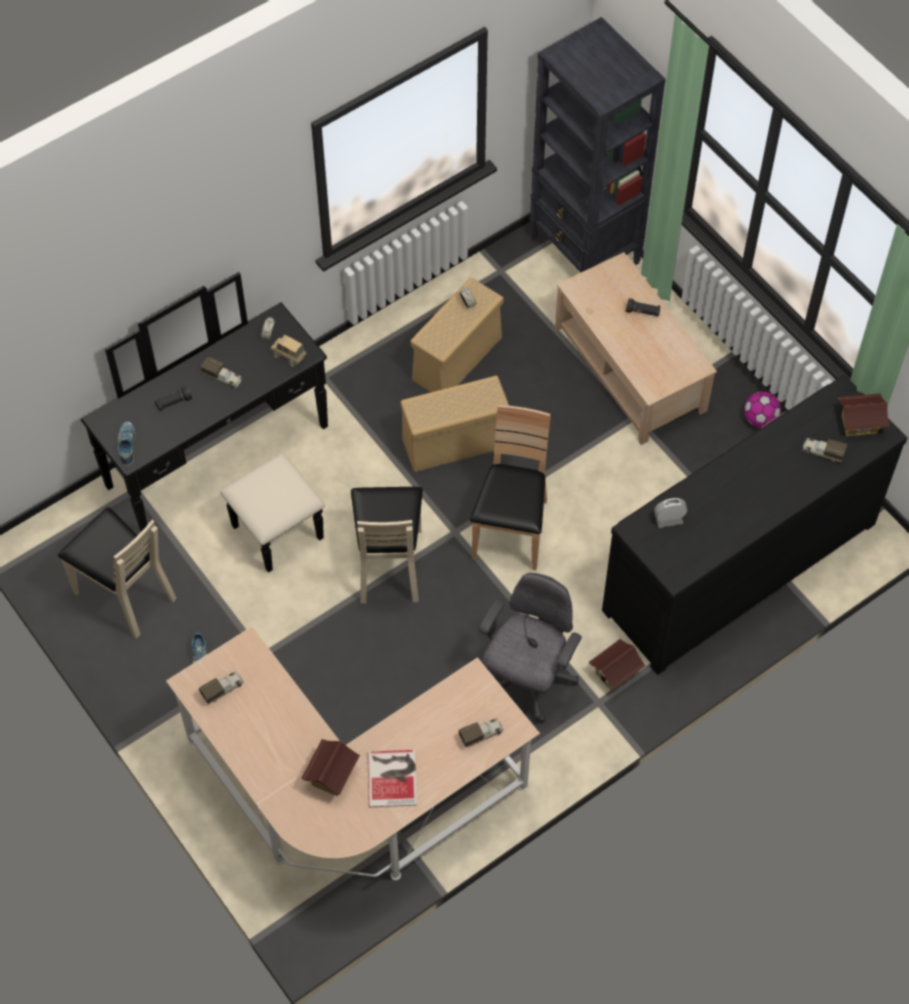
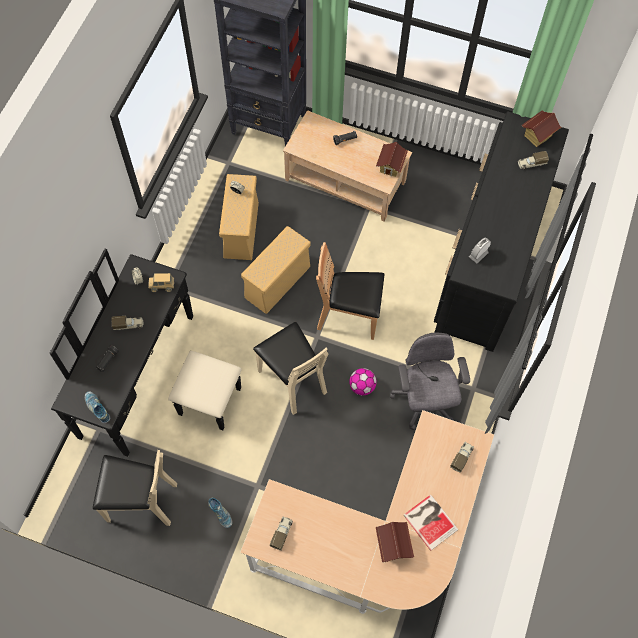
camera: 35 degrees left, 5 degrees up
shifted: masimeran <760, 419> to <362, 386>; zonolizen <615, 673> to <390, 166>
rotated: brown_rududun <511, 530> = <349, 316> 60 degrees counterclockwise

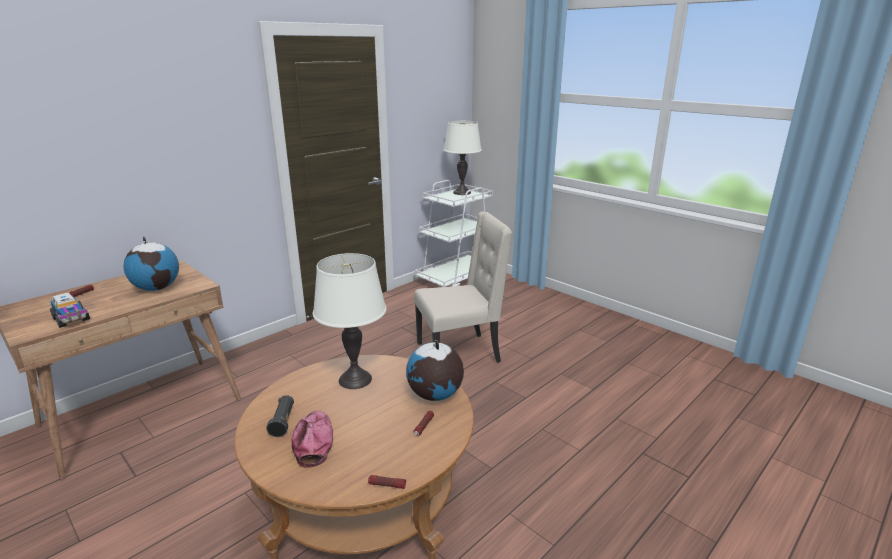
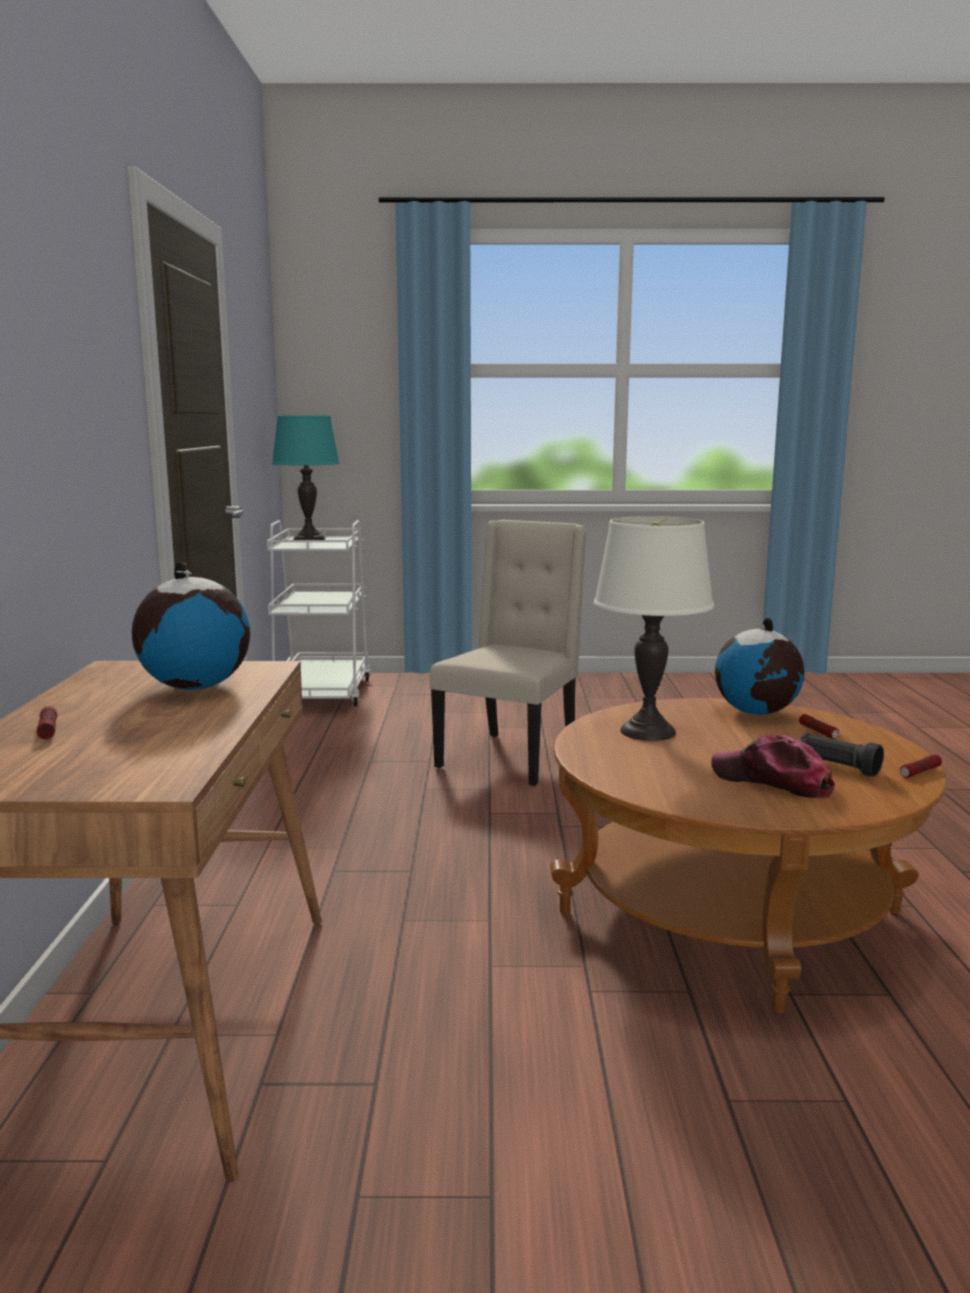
camera: 45 degrees left, 10 degrees down
gone: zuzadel <71, 319>
shifted: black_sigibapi <283, 422> to <837, 767>
repainted: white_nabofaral <462, 193> to turquoise_nabofaral <309, 539>

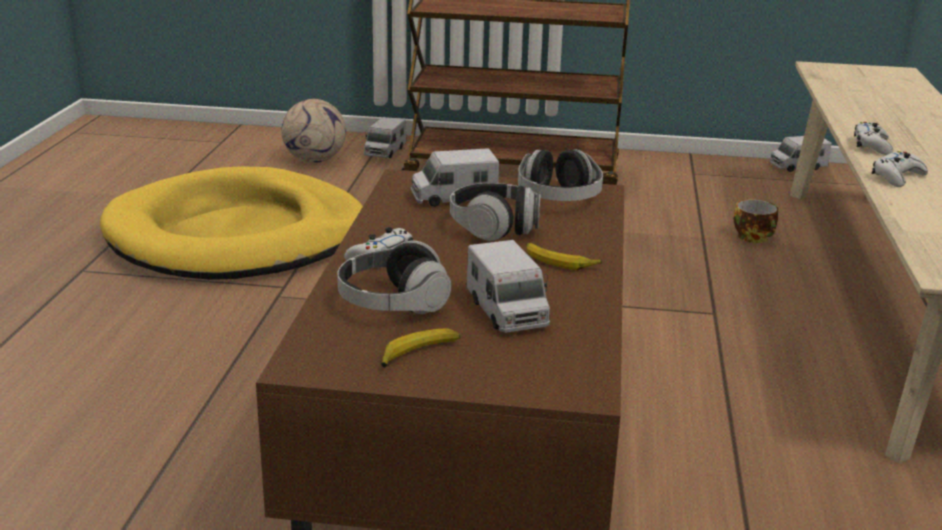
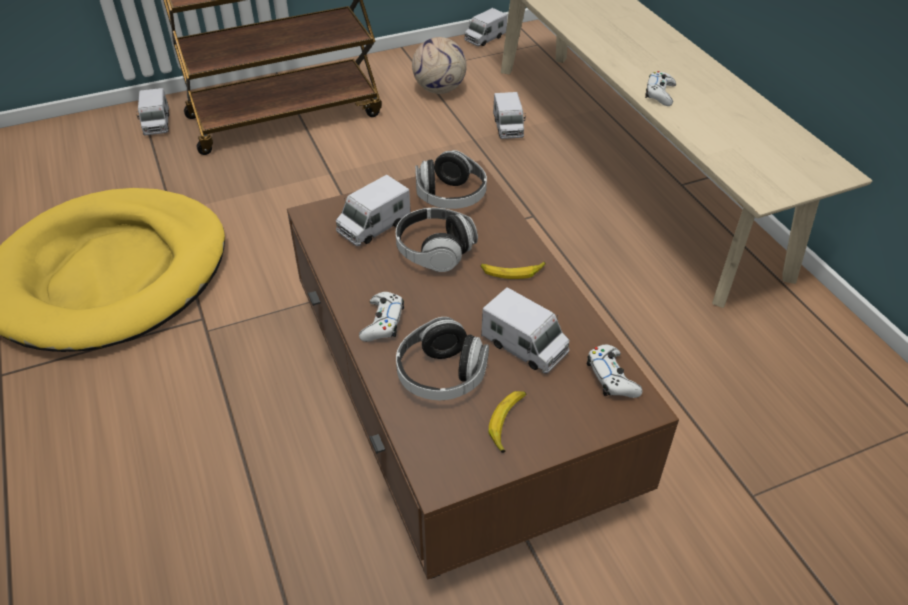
camera: 30 degrees left, 20 degrees up
shifted: masimeran <315, 160> to <440, 89>; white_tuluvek <871, 146> to <612, 378>
swapped: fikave <755, 238> to zuzadel <508, 127>

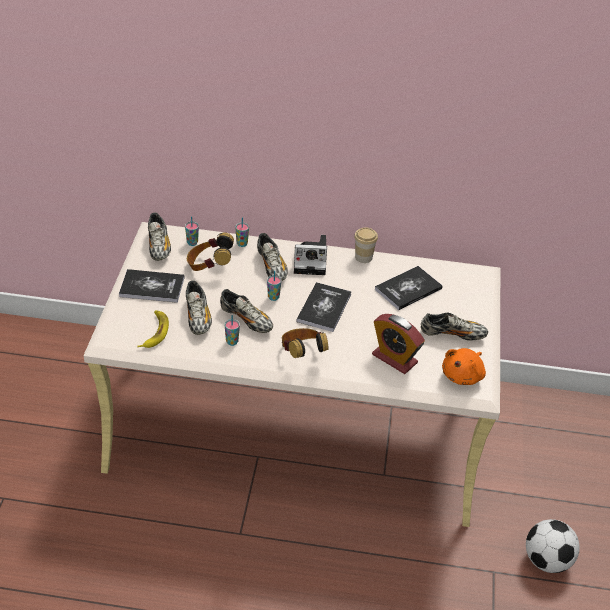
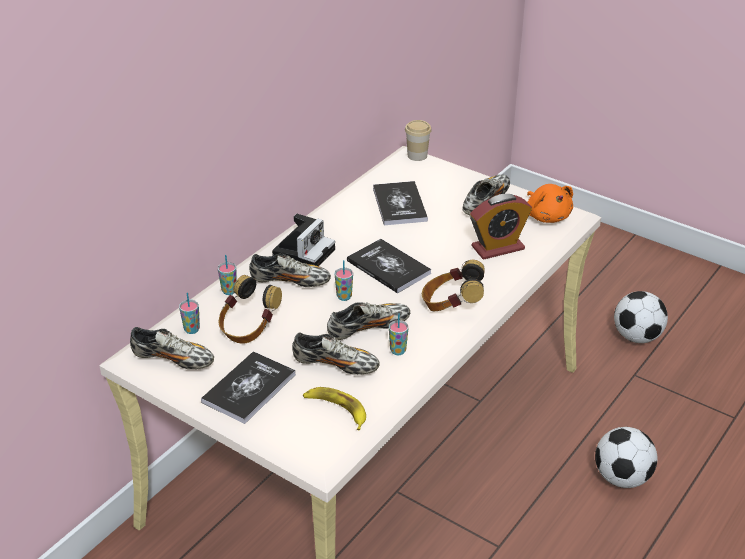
camera: 60 degrees left, 5 degrees down
new: masimeran <622, 478>
shifted: fikave <363, 257> to <417, 155>

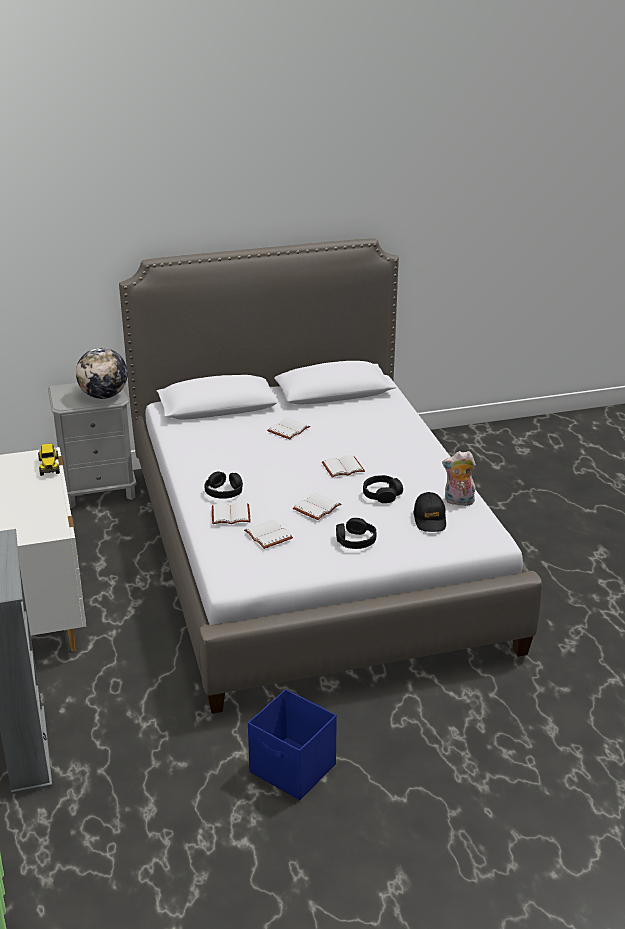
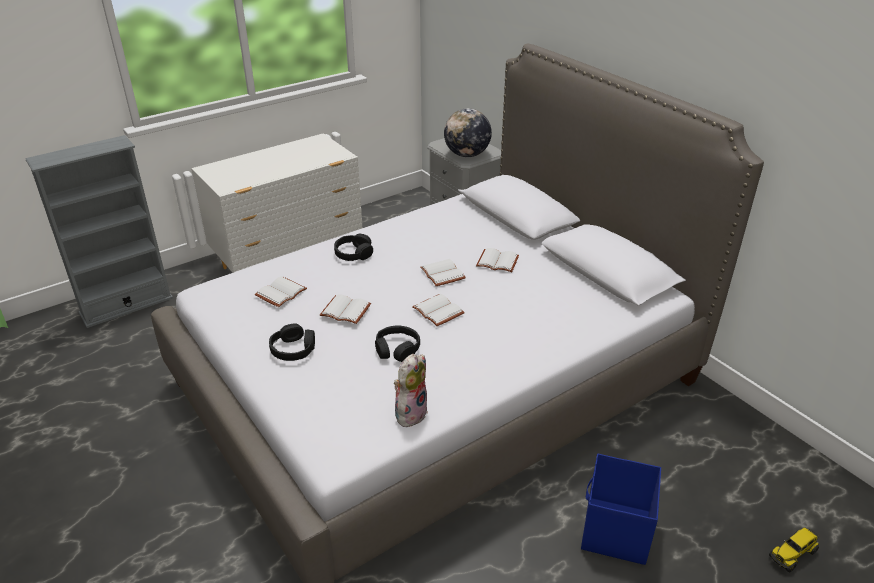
camera: 70 degrees right, 5 degrees up
gone: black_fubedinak <430, 519>
shifted: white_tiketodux <231, 514> to <444, 274>; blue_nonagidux <293, 769> to <615, 531>; zuzadel <49, 466> to <792, 554>
rotated: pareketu <458, 502> = <410, 412> 45 degrees clockwise

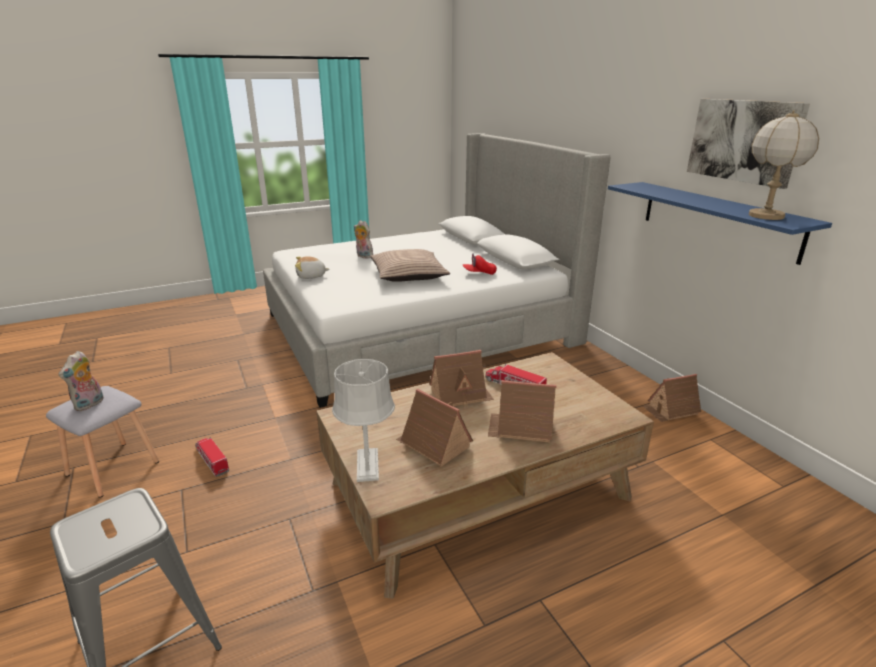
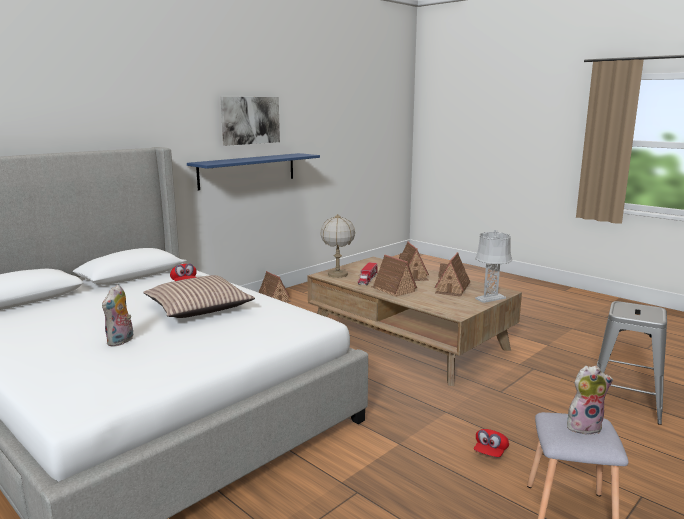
camera: 110 degrees left, 10 degrees down
gone: pareketu <311, 276>
shifted: nabofaral <765, 216> to <337, 274>
swapped: zuzadel <212, 460> to red_fubedinak <490, 452>

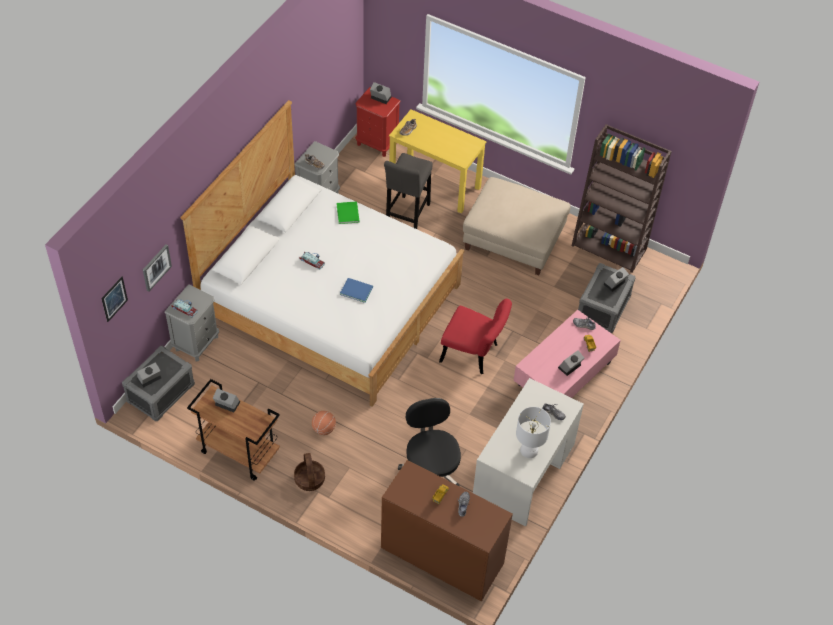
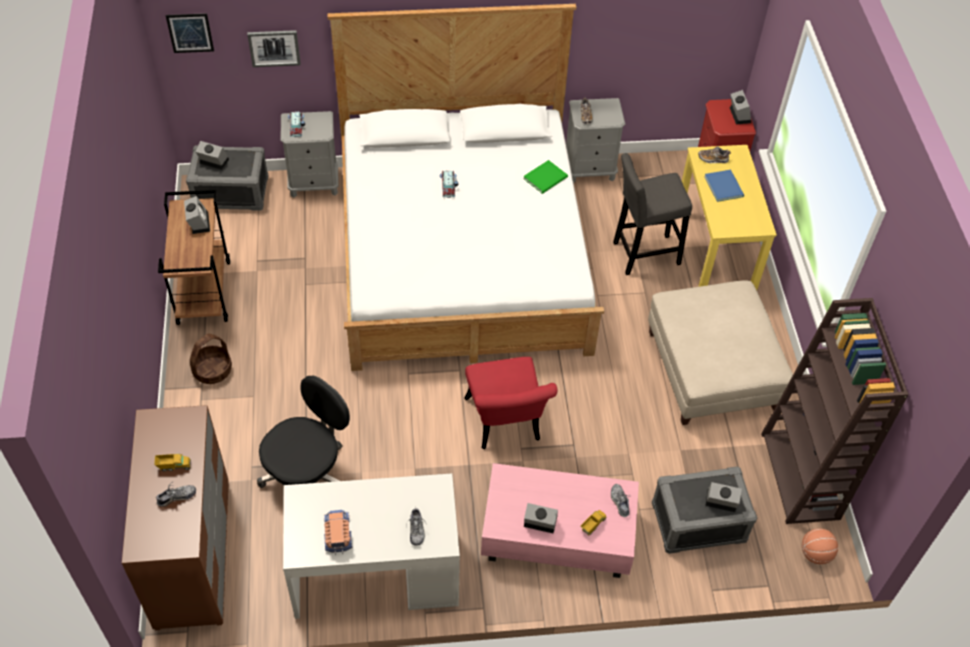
camera: 55 degrees right, 0 degrees up
shifted: blue_tiketodux <356, 290> to <724, 185>; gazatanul <324, 429> to <815, 554>
swapped: white_nabofaral <529, 451> to zuzadel <337, 533>

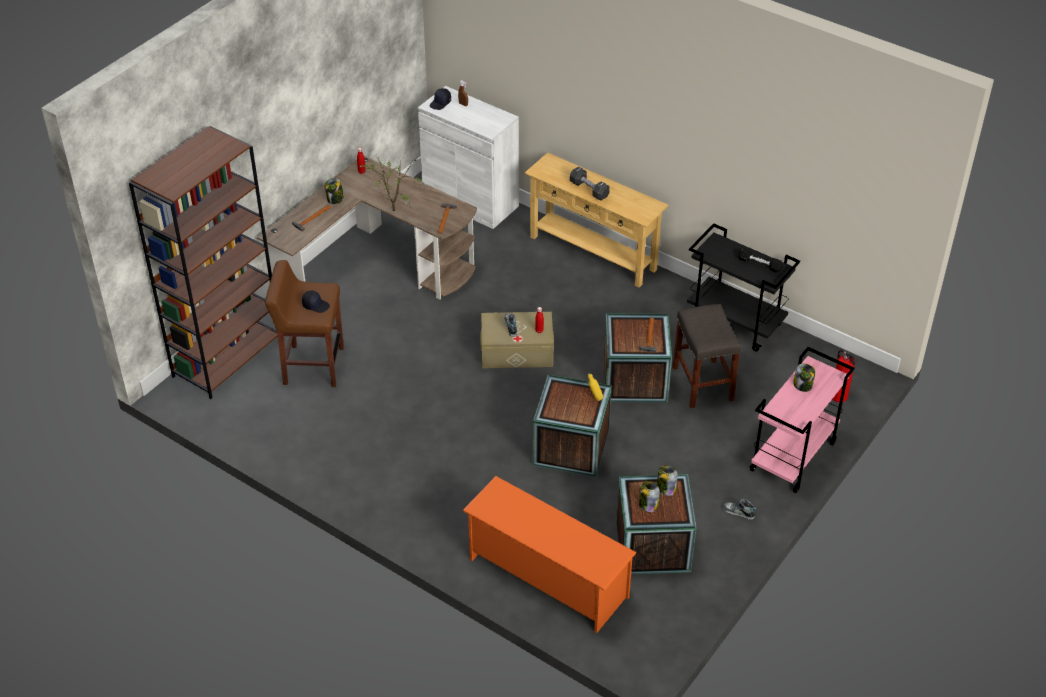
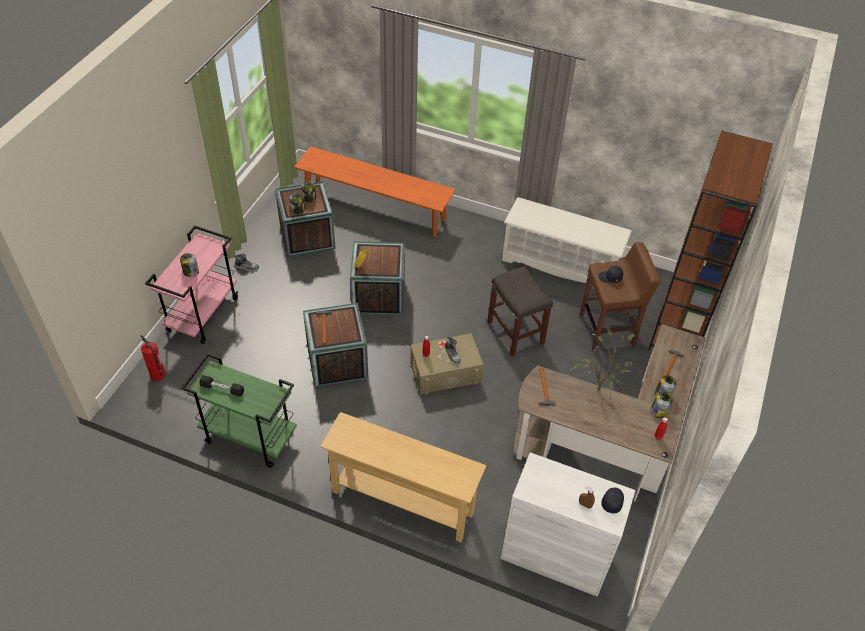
camera: 165 degrees right, 5 degrees up
gone: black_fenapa <589, 190>
new: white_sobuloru <560, 264>; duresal <658, 411>
shifted: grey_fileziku <702, 383> to <516, 333>
swapped: orange_sobuloru <547, 578> to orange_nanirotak <375, 208>
repainted: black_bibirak <736, 323> to green_bibirak <248, 437>

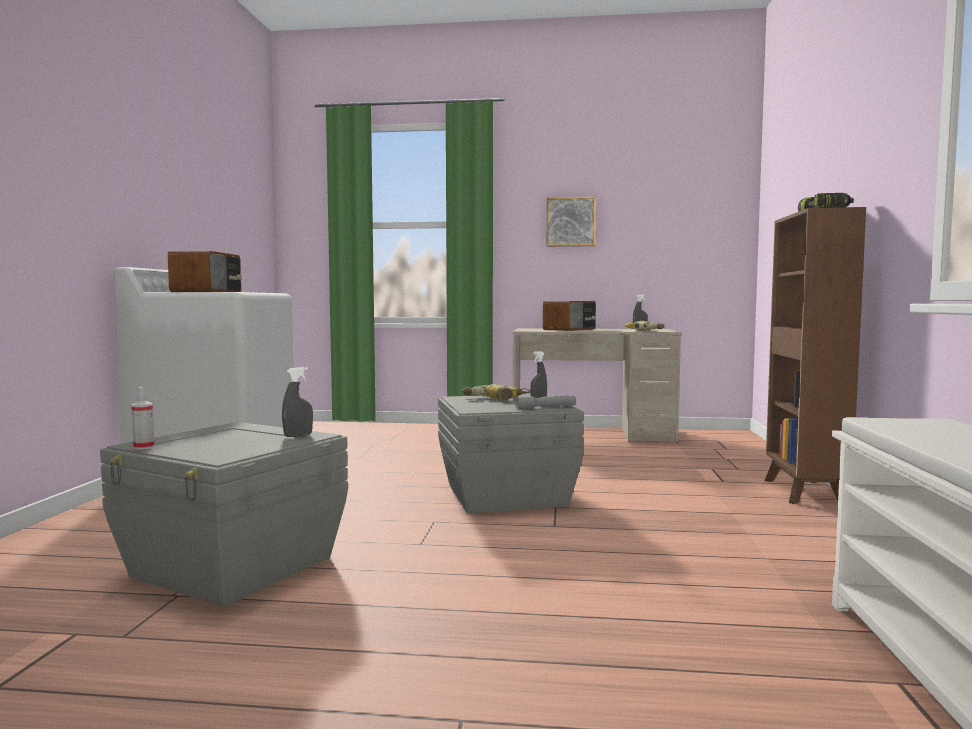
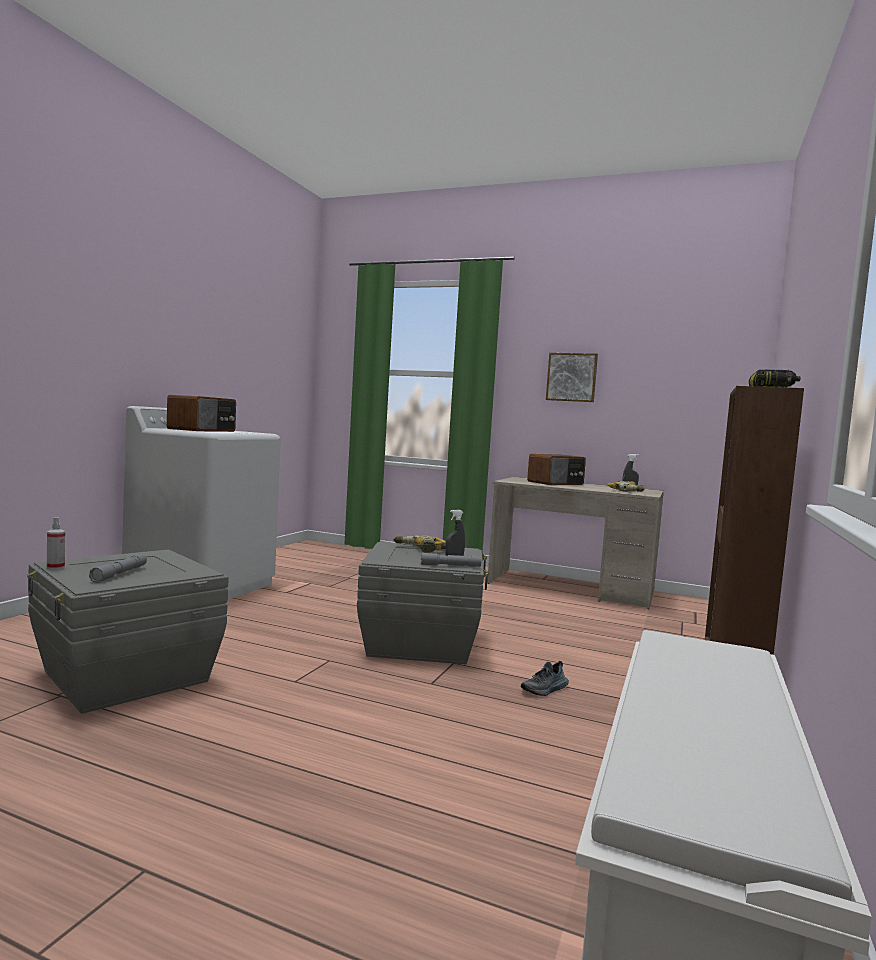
camera: 15 degrees right, 0 degrees up
gone: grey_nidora <298, 435>
new: grey_sigibapi <119, 574>; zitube <545, 690>

